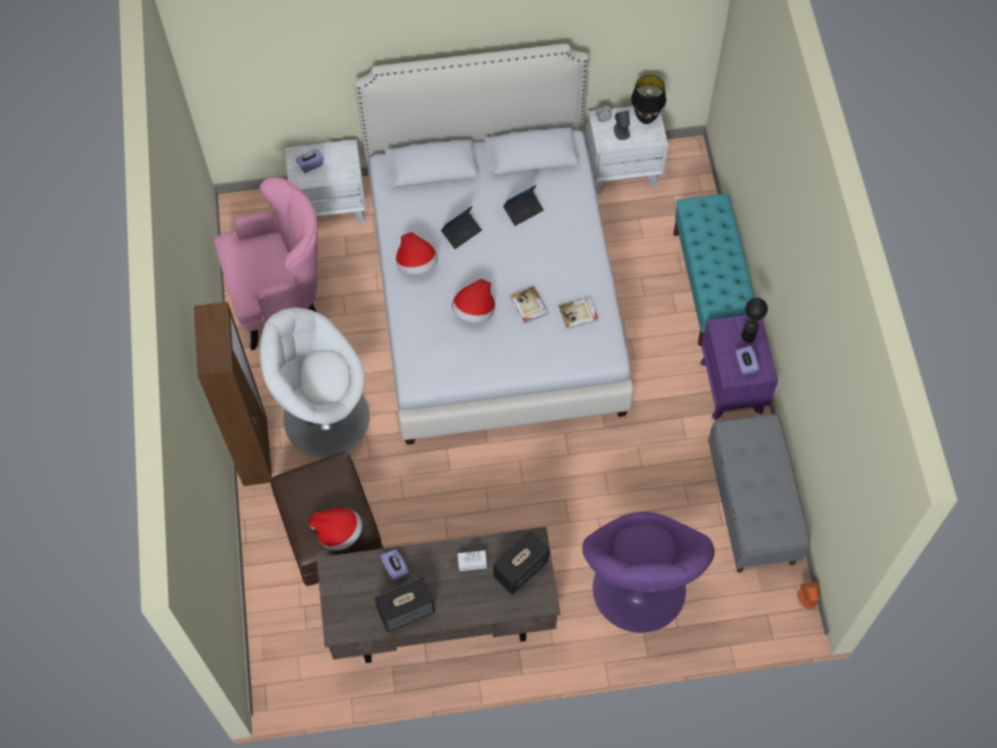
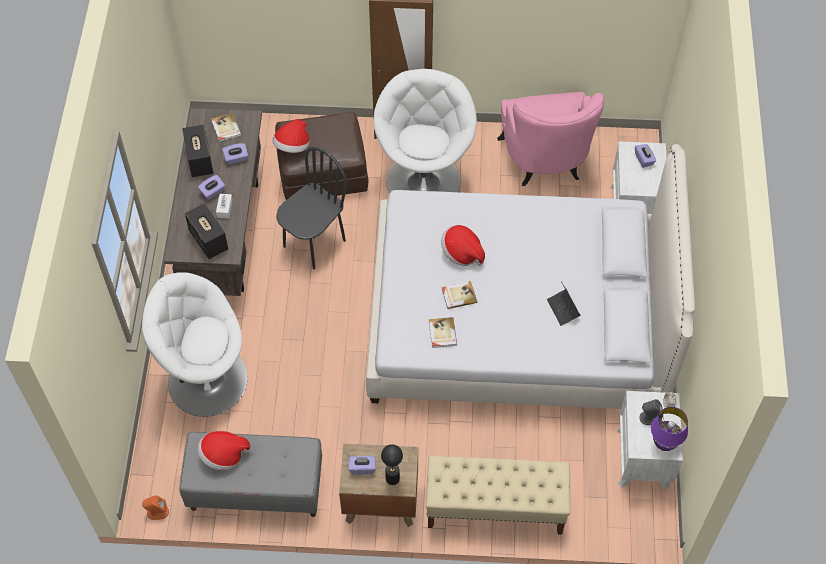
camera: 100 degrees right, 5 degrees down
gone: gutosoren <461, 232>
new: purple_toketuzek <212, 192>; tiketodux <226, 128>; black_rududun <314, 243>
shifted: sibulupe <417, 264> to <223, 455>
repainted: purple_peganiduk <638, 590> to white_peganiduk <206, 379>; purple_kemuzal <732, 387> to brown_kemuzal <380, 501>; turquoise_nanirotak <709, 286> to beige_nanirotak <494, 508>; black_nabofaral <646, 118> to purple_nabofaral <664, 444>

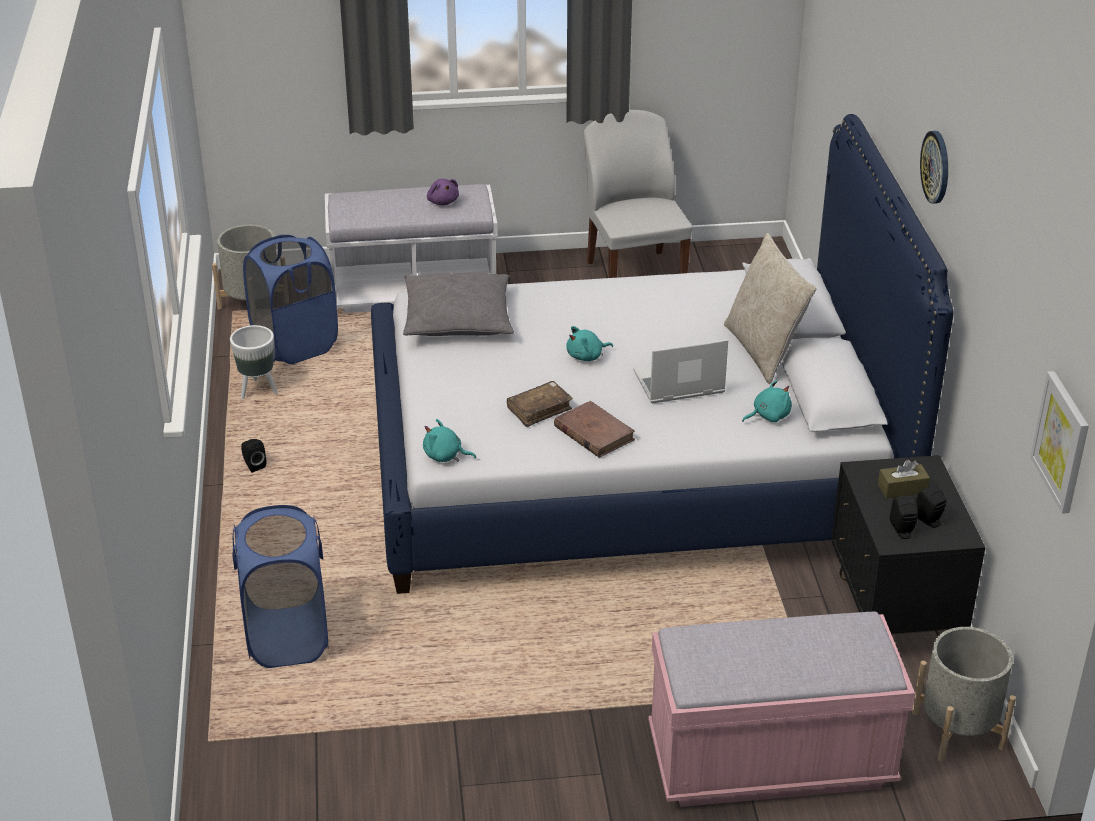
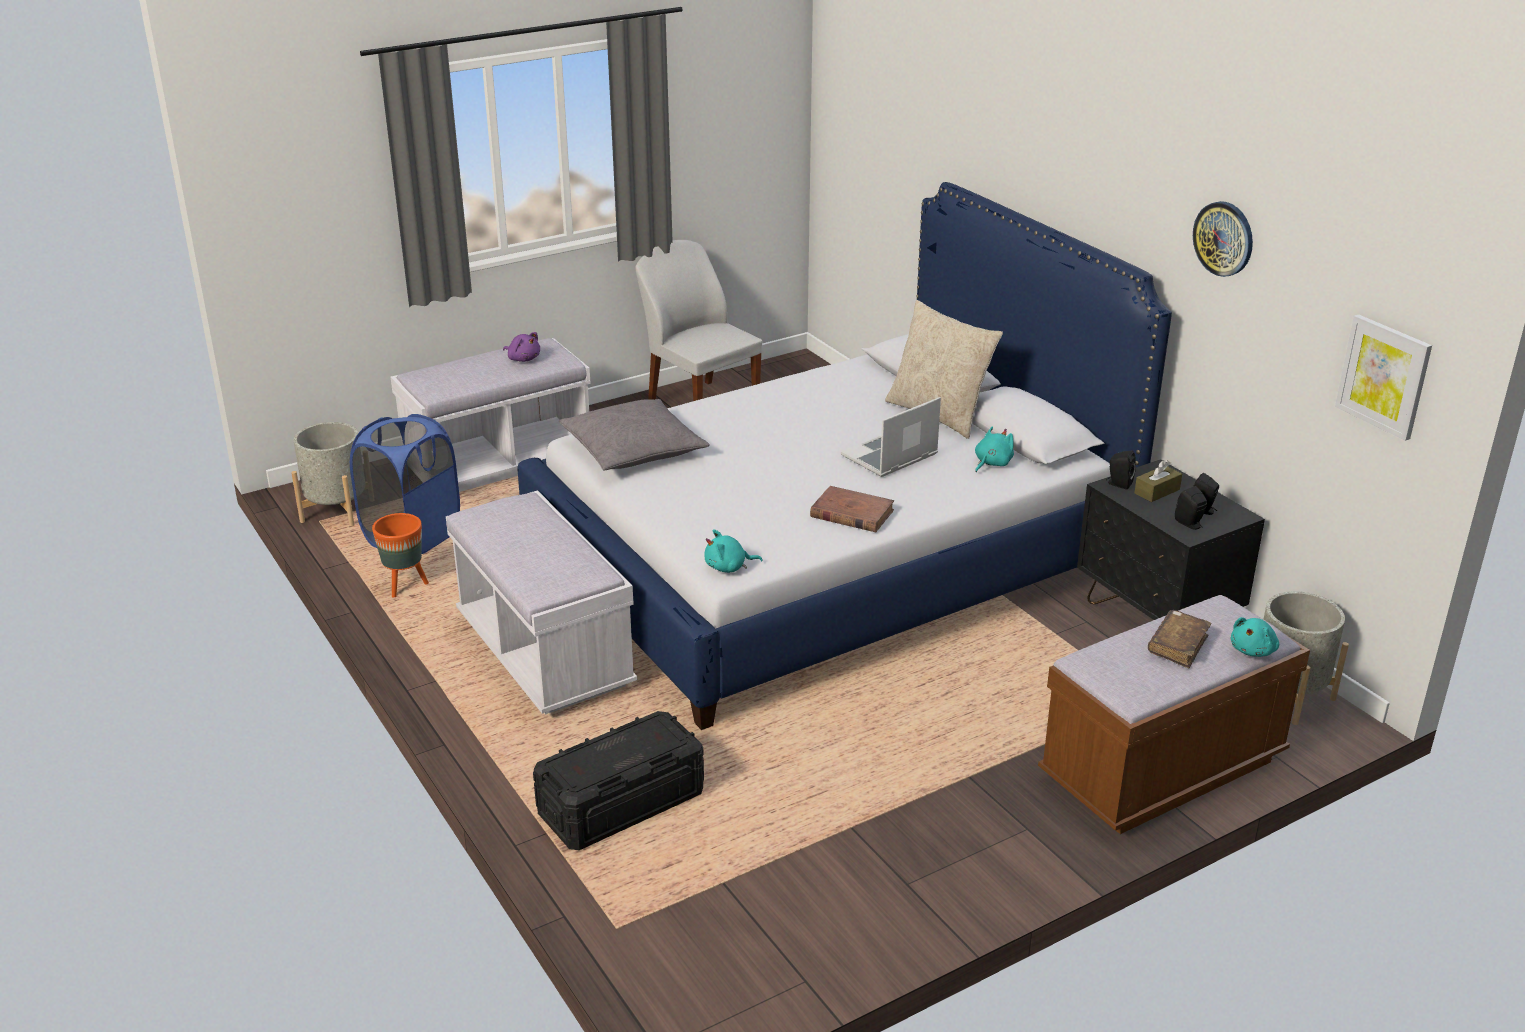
camera: 25 degrees left, 5 degrees down
new: white_nanirotak <545, 654>
shifted: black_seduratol <253, 466> to <1118, 484>; brown_tiketodux <539, 409> to <1178, 646>; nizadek <936, 167> to <1224, 238>; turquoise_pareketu <587, 356> to <1253, 650>
swapped: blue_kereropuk <287, 638> to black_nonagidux <621, 804>
repainted: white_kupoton <258, 391> to orange_kupoton <405, 586>; pink_nanirotak <770, 761> to brown_nanirotak <1162, 770>

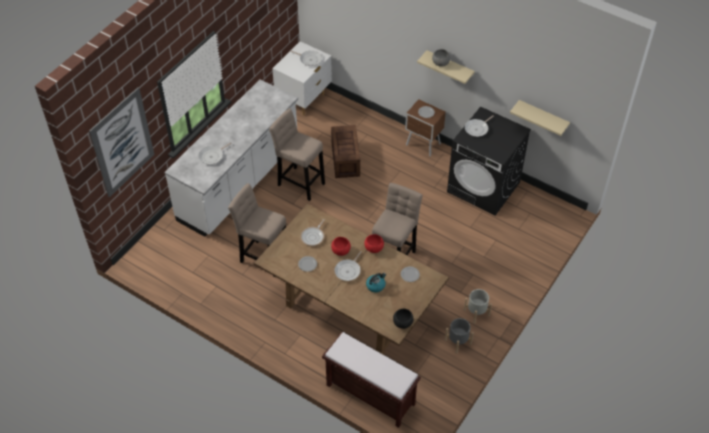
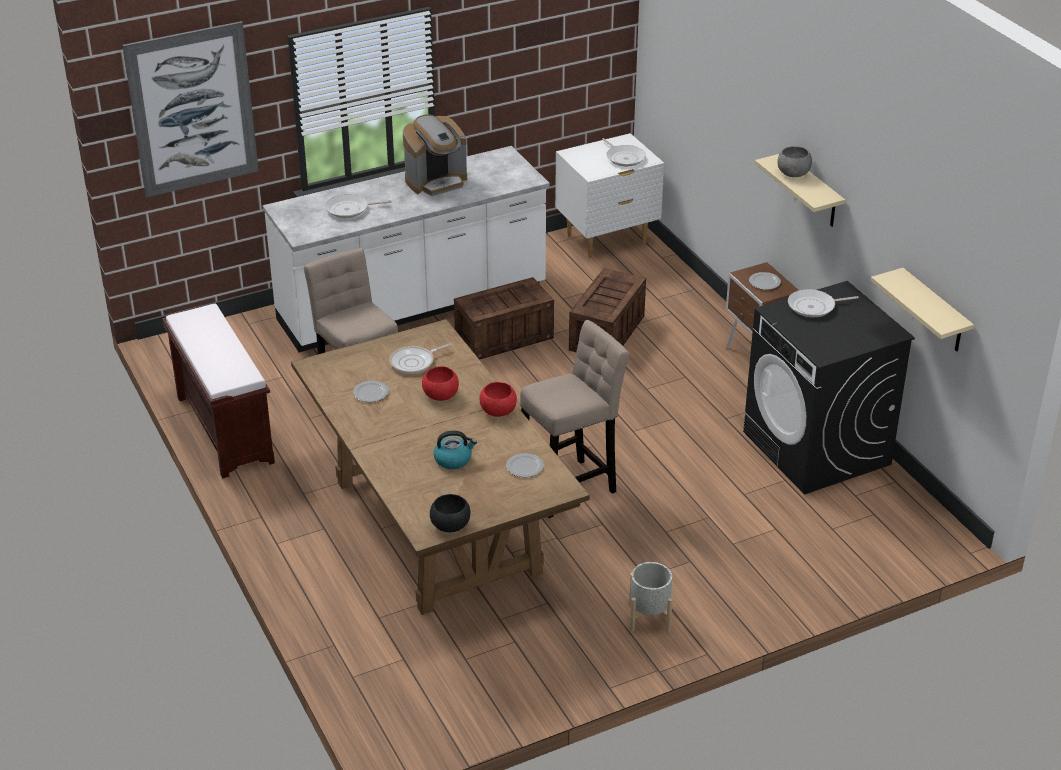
camera: 30 degrees right, 15 degrees down
gone: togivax <348, 270>; grey_kupoton <458, 342>
new: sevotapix <436, 181>
shifted: brown_nanirotak <369, 394> to <223, 429>
swapped: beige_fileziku <299, 182> to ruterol <505, 337>

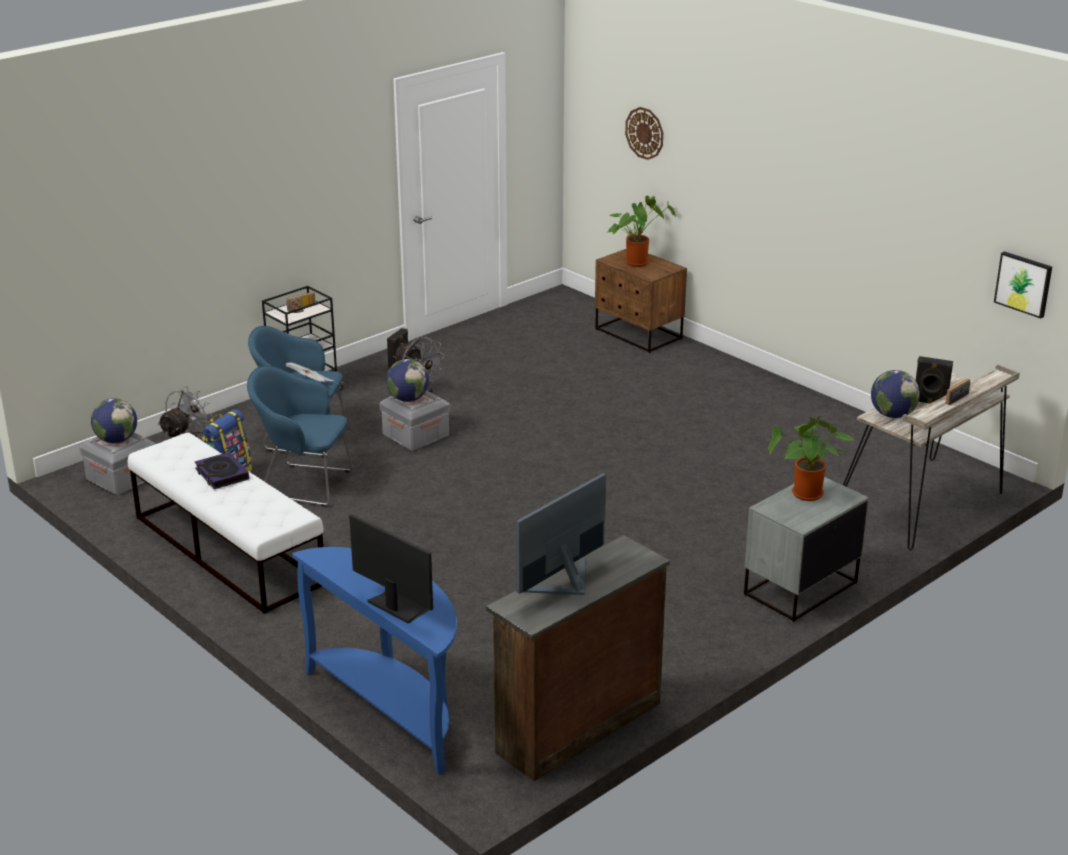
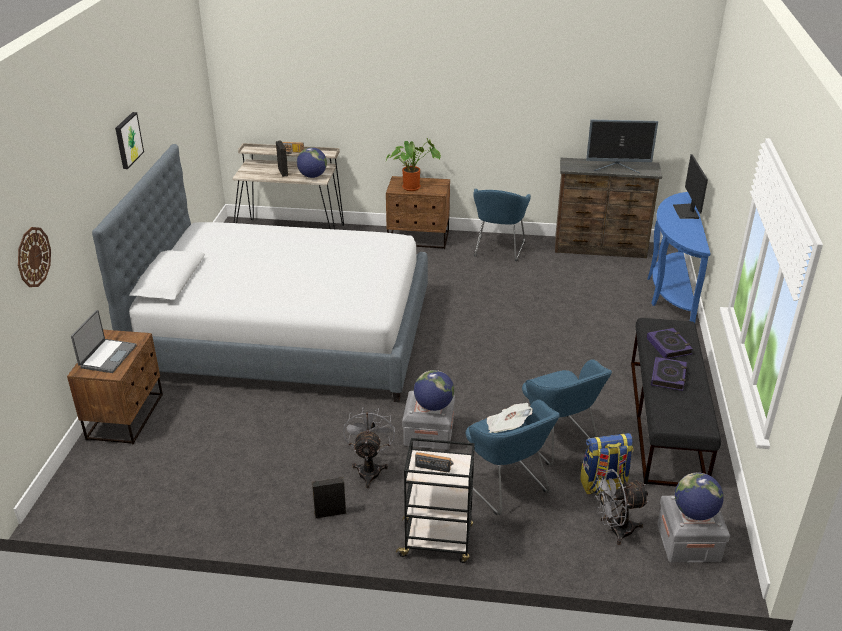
camera: 130 degrees left, 5 degrees up
new: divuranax <285, 335>; blue_peganiduk <498, 250>; tiketodux <669, 346>
shifted: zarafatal <1024, 284> to <127, 140>
swapped: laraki <638, 262> to gutosoren <107, 356>
repainted: grey_kemuzal <799, 588> to brown_kemuzal <418, 239>; white_nanirotak <227, 550> to black_nanirotak <666, 421>

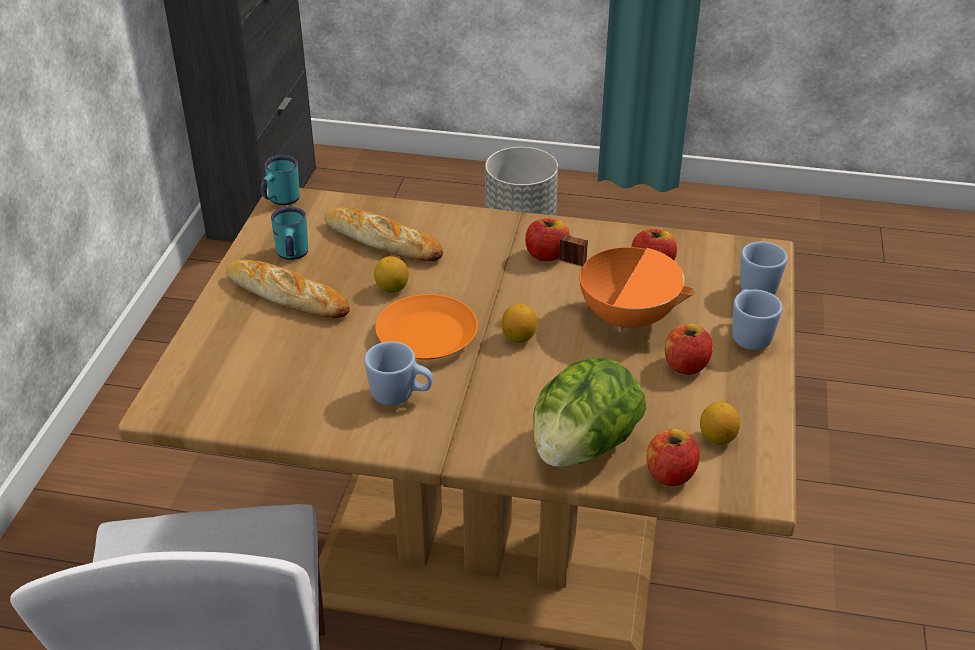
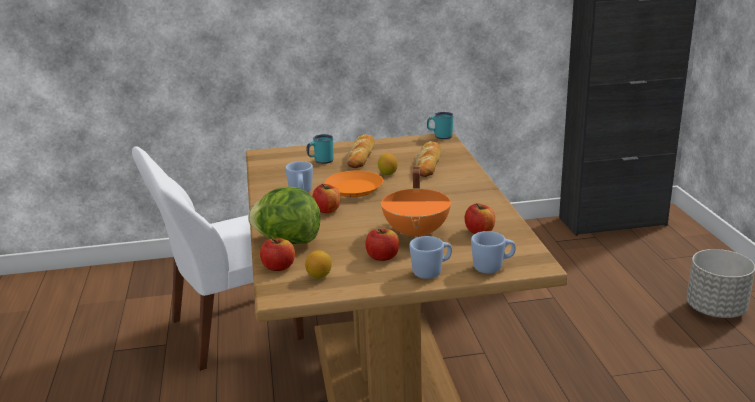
camera: 70 degrees right, 15 degrees down
gone: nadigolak <518, 337>
shifted: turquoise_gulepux <292, 255> to <320, 161>; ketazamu <546, 255> to <327, 210>

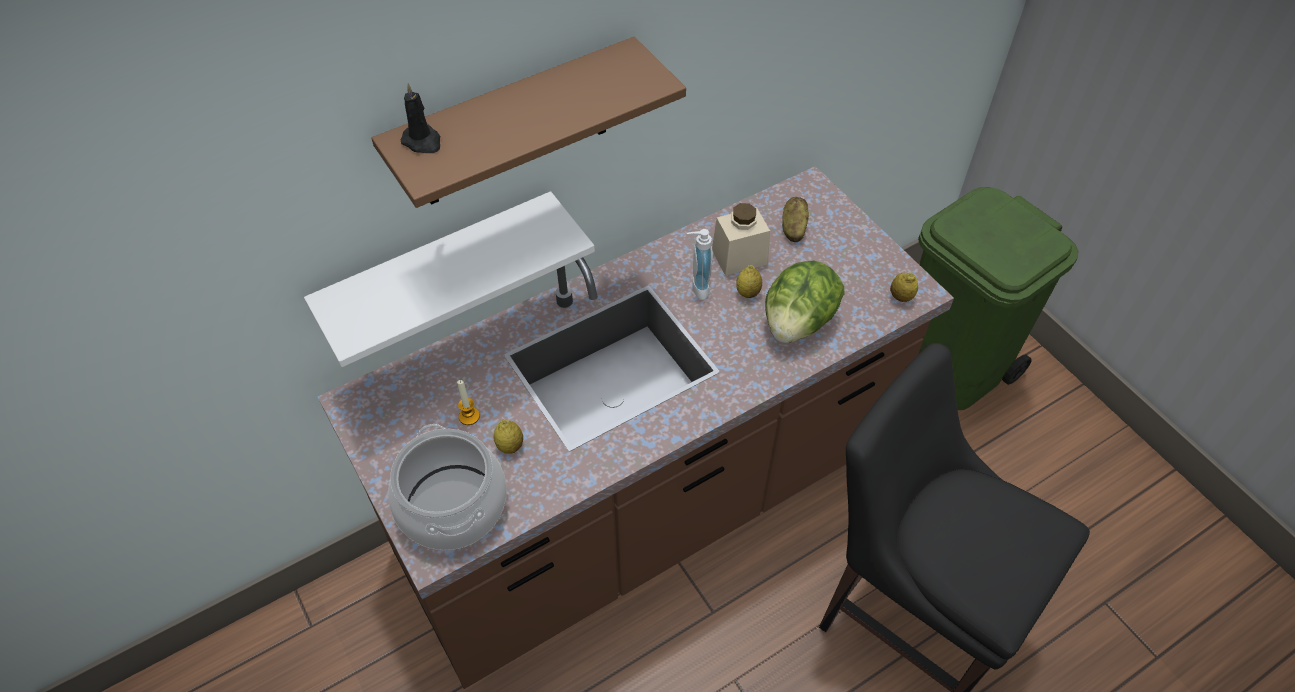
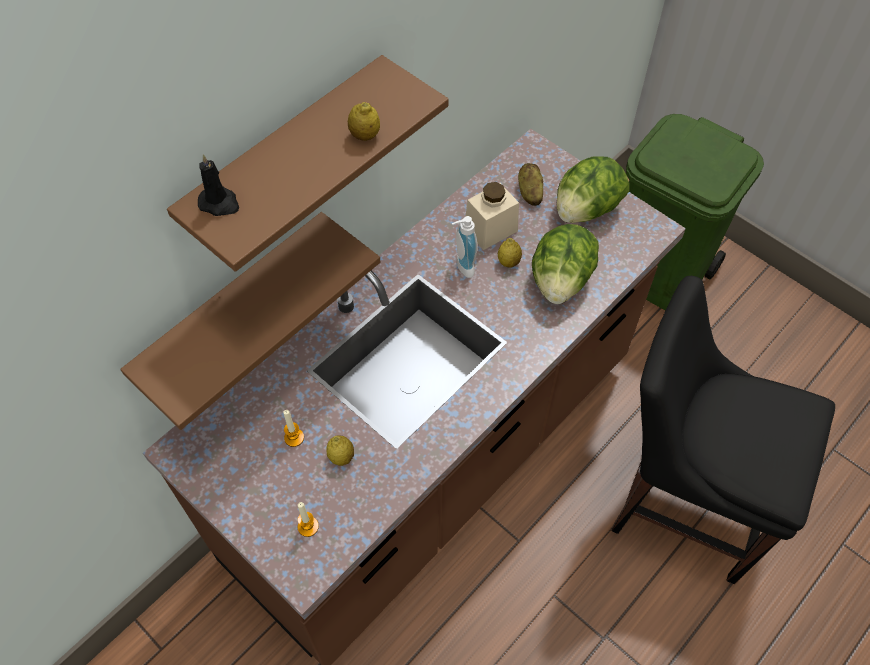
camera: 15 degrees left, 5 degrees up
new: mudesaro <586, 210>
shifted: nadigolak <901, 297> to <365, 135>
swapped: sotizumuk <453, 506> to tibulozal <308, 526>
repainted: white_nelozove <440, 274> to brown_nelozove <235, 312>

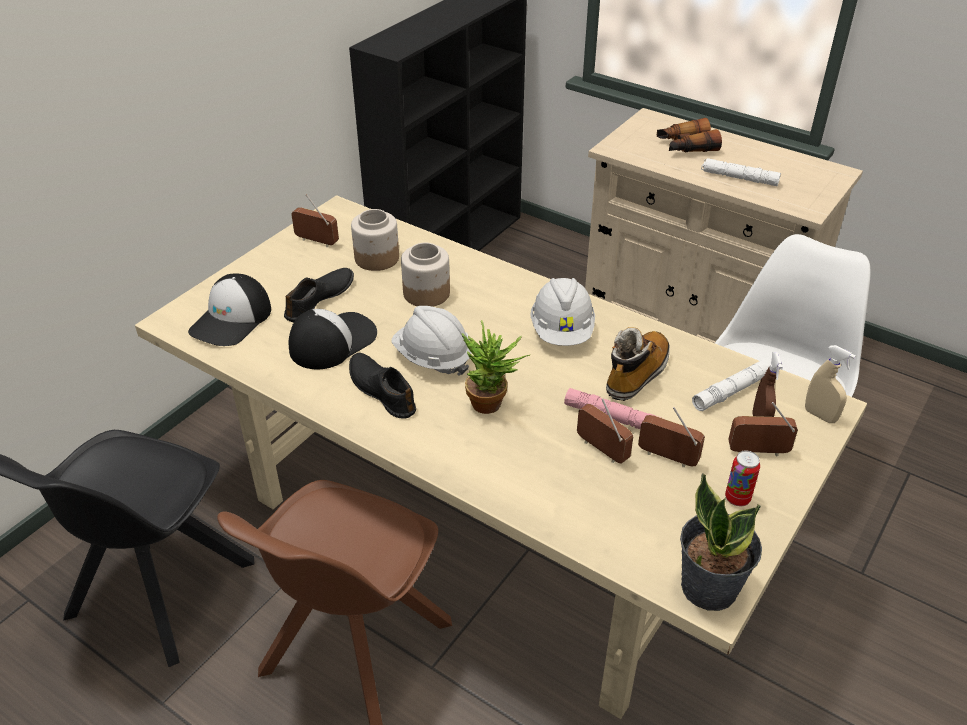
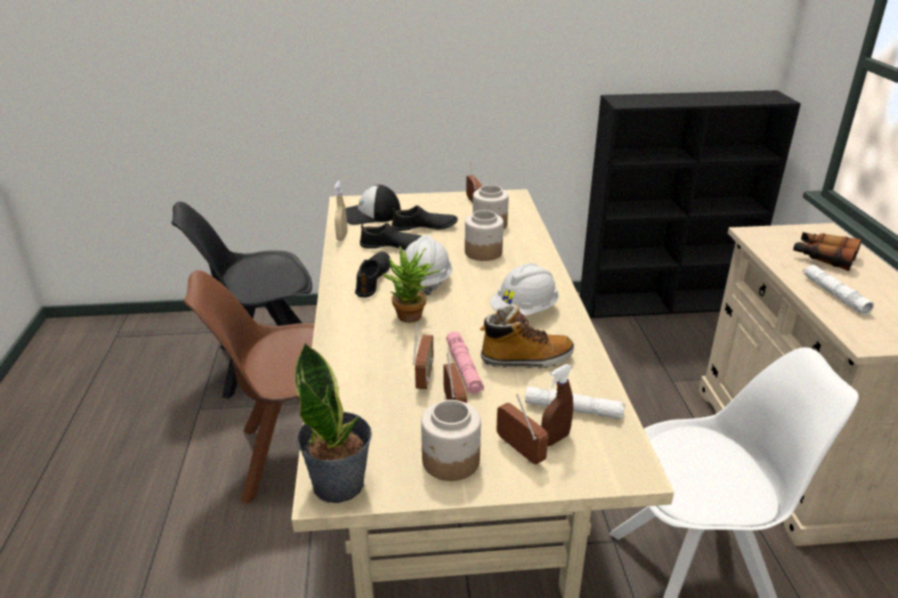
camera: 50 degrees right, 10 degrees down
shifted: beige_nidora <820, 415> to <342, 237>
swapped: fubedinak <332, 341> to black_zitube <394, 246>; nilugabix <737, 498> to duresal <451, 461>

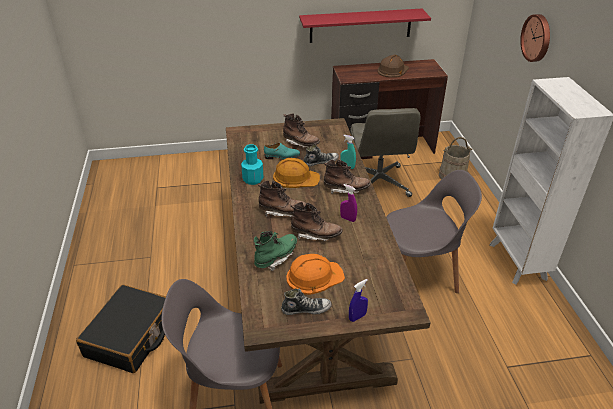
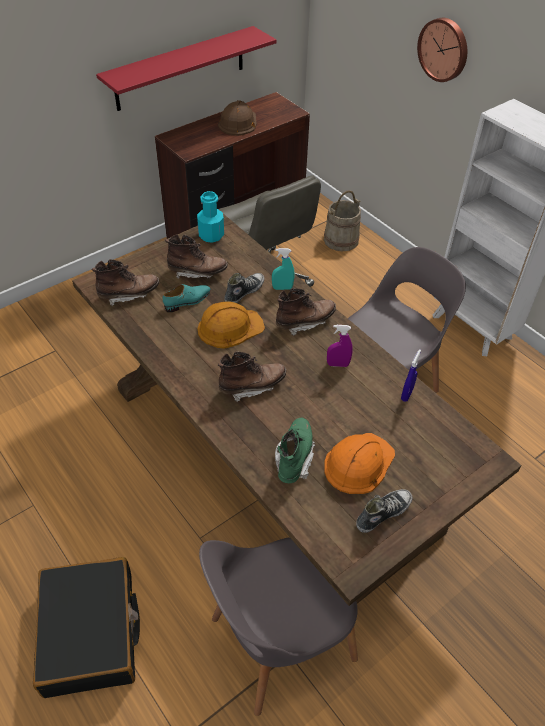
camera: 30 degrees left, 10 degrees up
shifted: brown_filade <316, 235> to <129, 294>; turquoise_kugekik <253, 179> to <211, 235>; blue_nidora <357, 317> to <407, 394>

